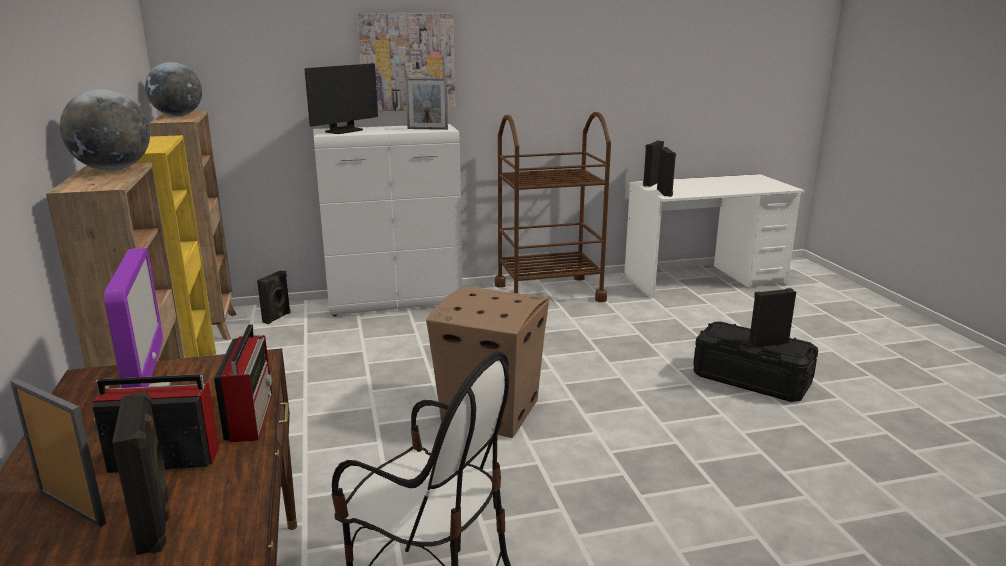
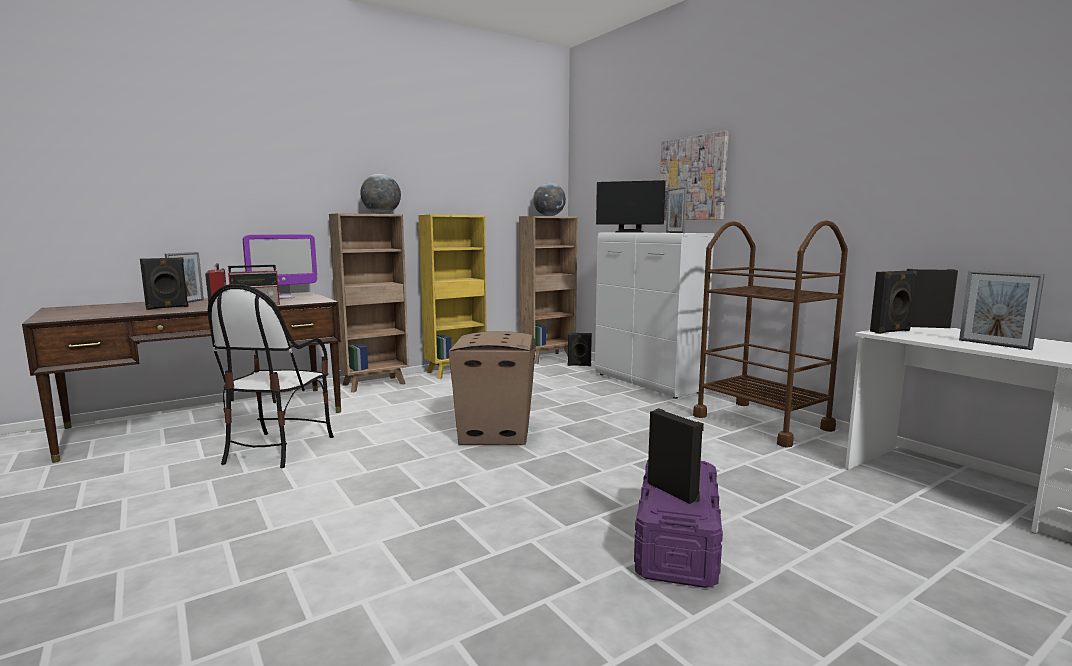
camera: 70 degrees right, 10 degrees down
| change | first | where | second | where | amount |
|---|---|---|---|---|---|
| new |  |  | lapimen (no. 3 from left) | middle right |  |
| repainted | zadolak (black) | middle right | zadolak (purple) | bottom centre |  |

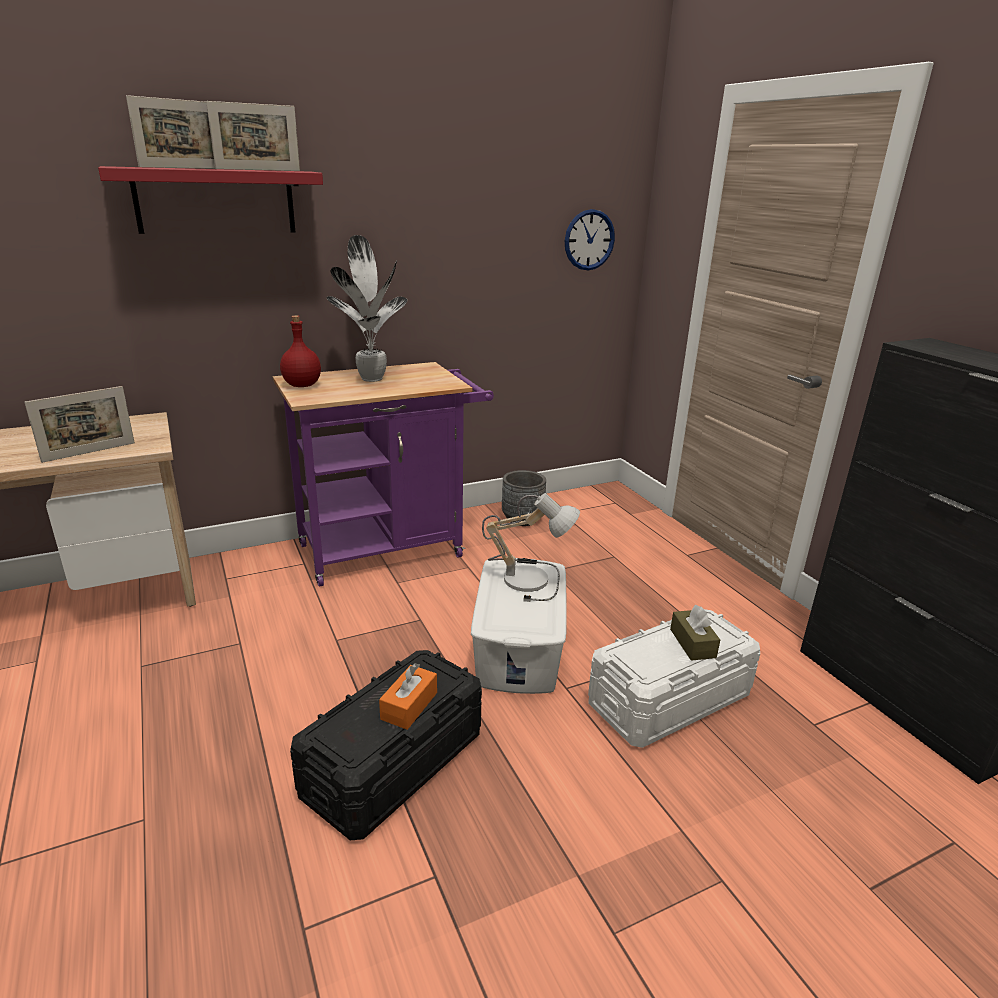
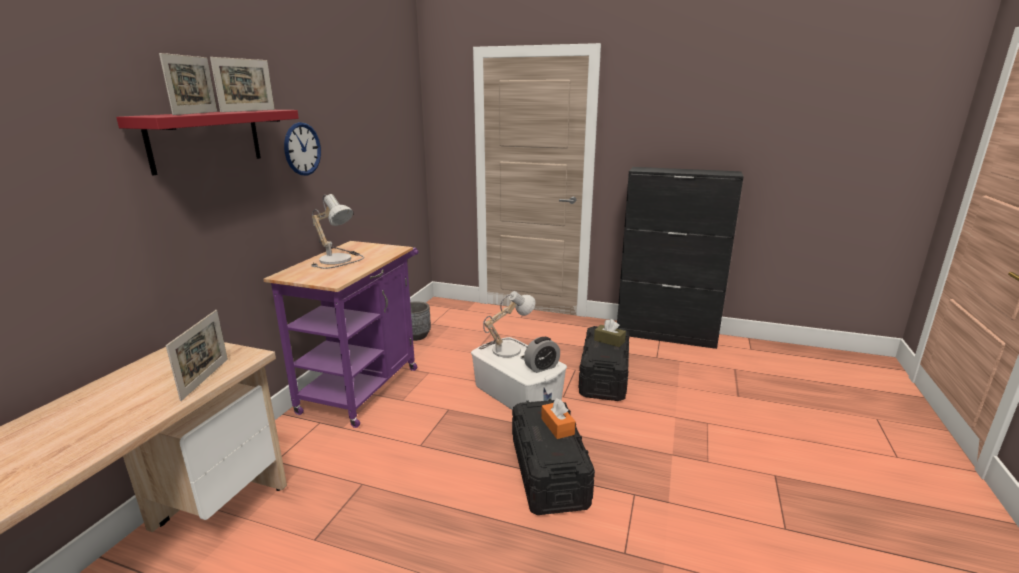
camera: 45 degrees left, 5 degrees down
| change | first | where | second | where | amount |
|---|---|---|---|---|---|
| gone | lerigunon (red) | middle left |  |  |  |
| new |  |  | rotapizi | centre |  |
| shifted | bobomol | top centre |  | top left |  |
| swapped | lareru | top centre | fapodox (no. 1 from left) | middle left |  |
| repainted | zadolak (white) (no. 2 from left) | bottom right | zadolak (black) (no. 2 from left) | centre |  |

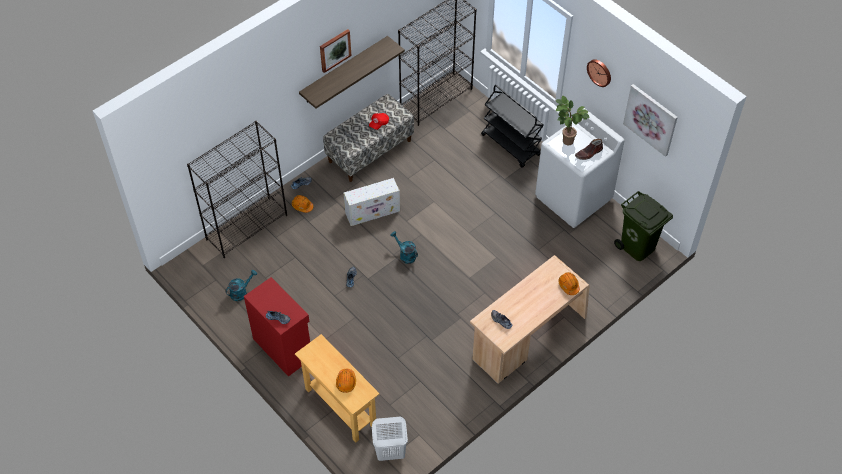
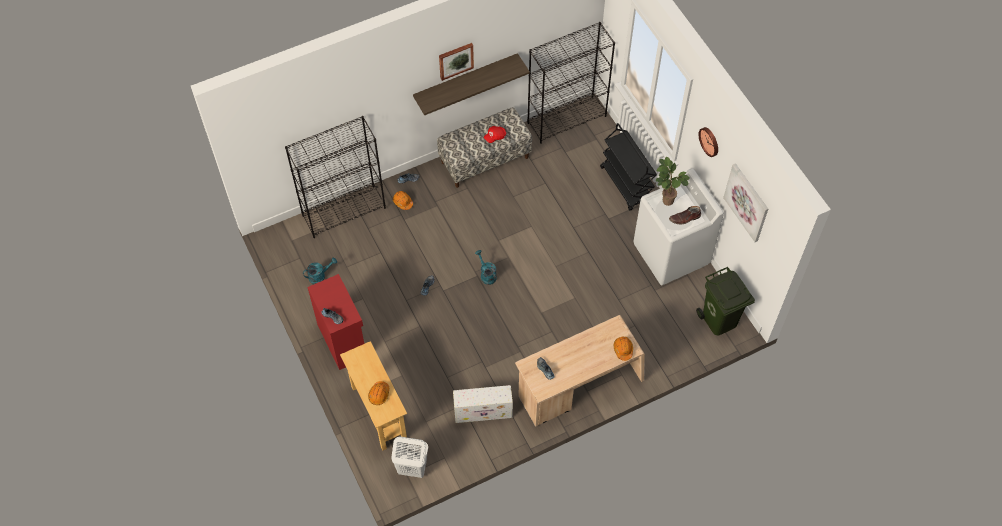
camera: 15 degrees right, 5 degrees up
| change | first | where | second | where | amount |
|---|---|---|---|---|---|
| shifted | zadolak (white) | centre |  | bottom centre |  |

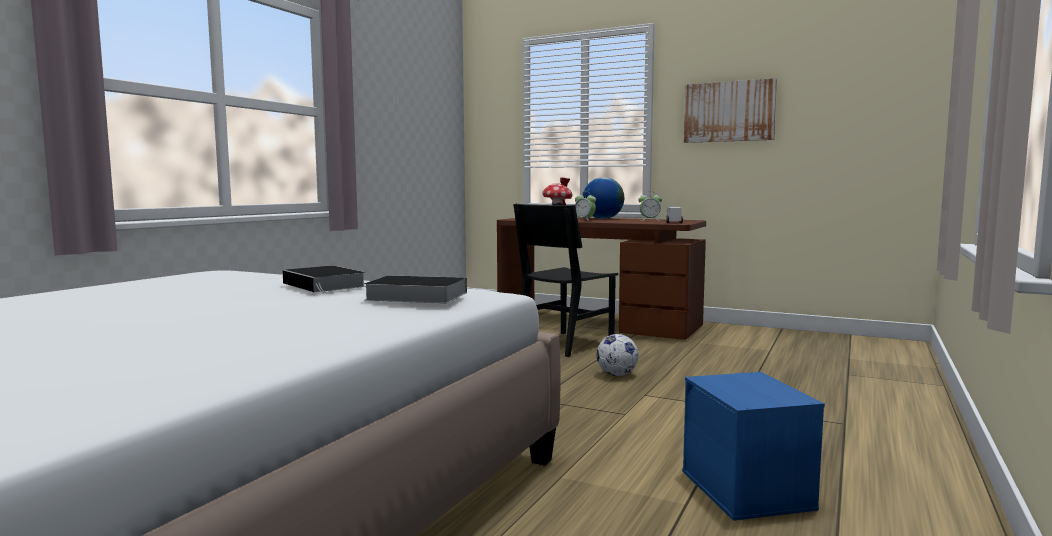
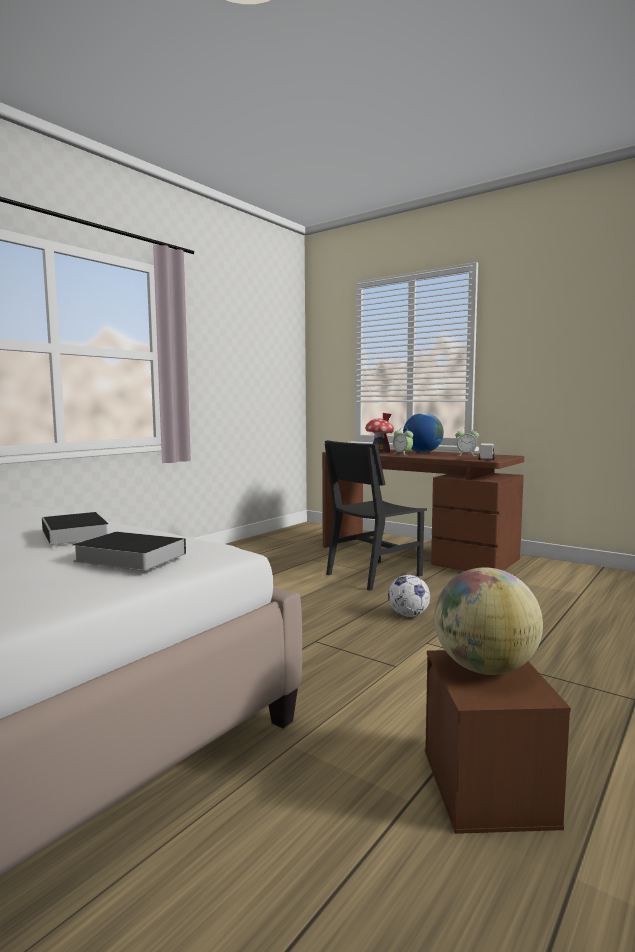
camera: 10 degrees right, 0 degrees up
| change | first | where | second | where | amount |
|---|---|---|---|---|---|
| gone | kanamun | top right |  |  |  |
| new |  |  | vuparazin (no. 2 from left) | middle right |  |
| repainted | zadolak (blue) | bottom right | zadolak (brown) | bottom right |  |

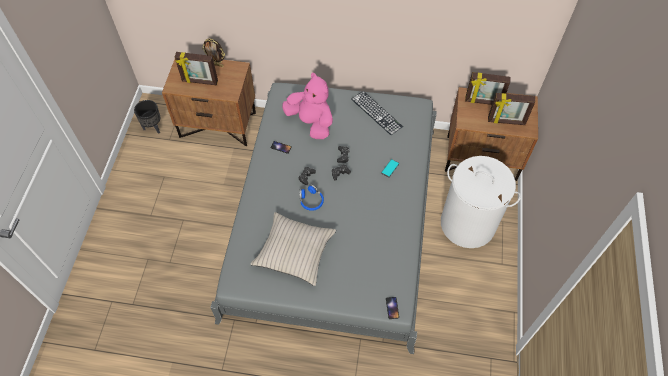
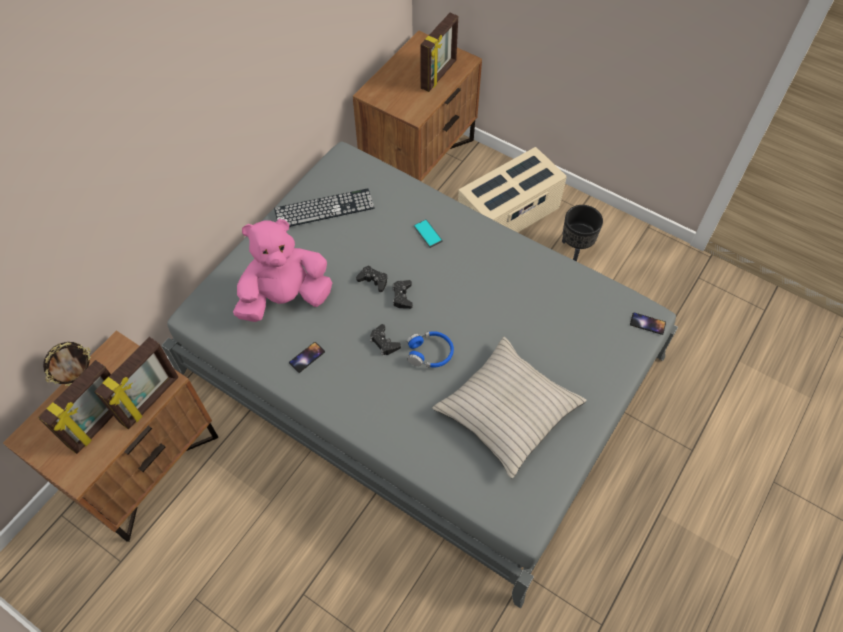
camera: 65 degrees left, 0 degrees up
| change | first | where | second | where | amount |
|---|---|---|---|---|---|
| shifted | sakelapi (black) | top left |  | middle right |  |
| shifted | lapimen (no. 3 from left) | top right |  | middle left |  |
| swapped | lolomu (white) | middle right | zadolak (beige) | top centre |  |

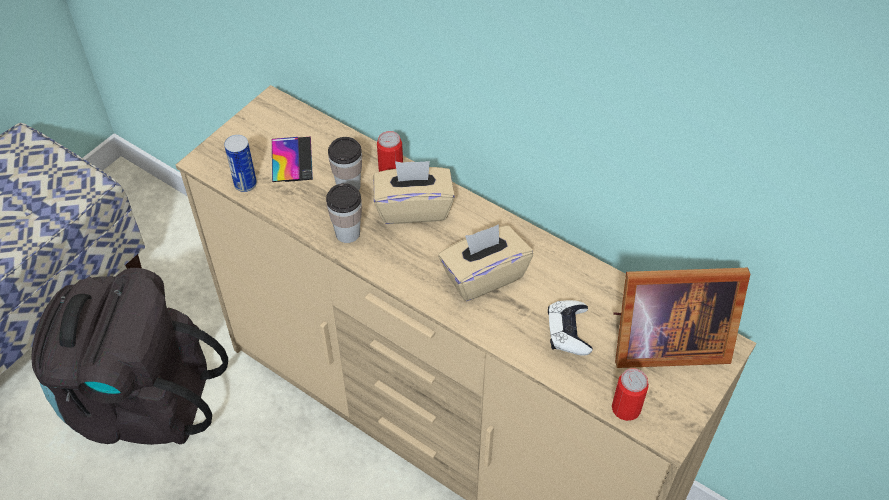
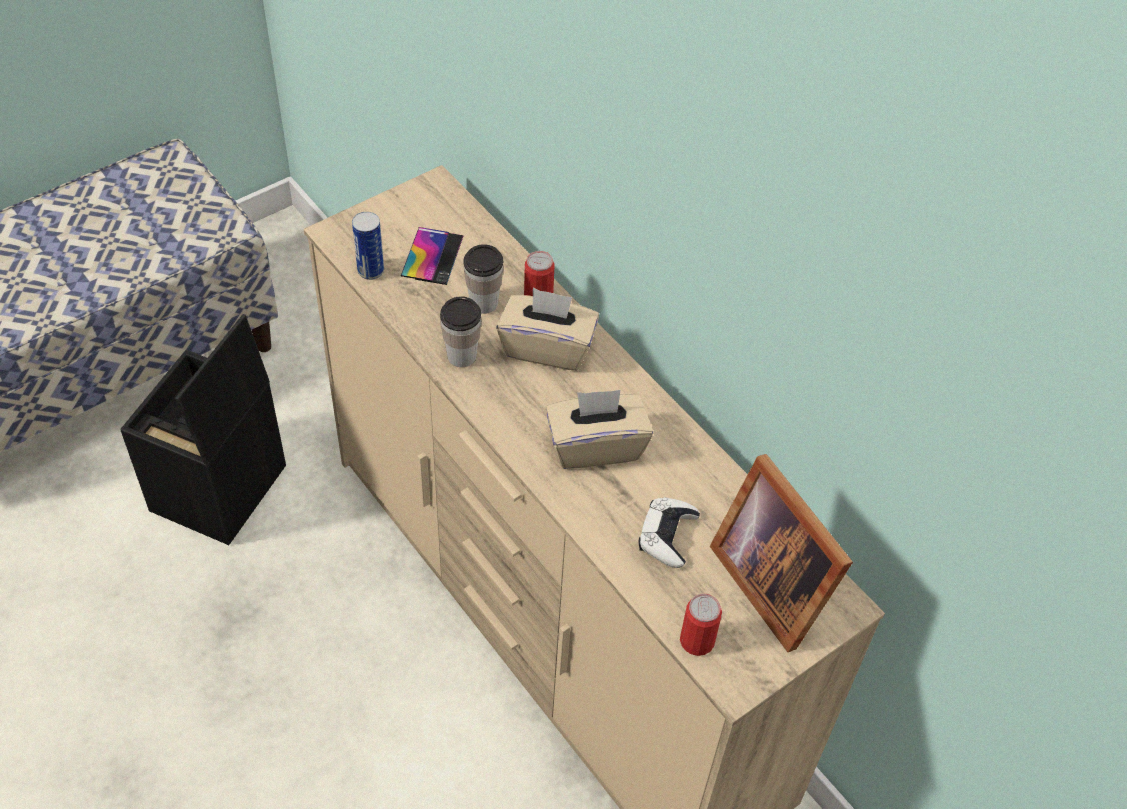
camera: 15 degrees right, 0 degrees up
| change | first | where | second | where | amount |
|---|---|---|---|---|---|
| swapped | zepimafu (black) | bottom left | zadolak (black) | middle left |  |
| rotated | lapimen | middle right |  | bottom right | 45 degrees clockwise |

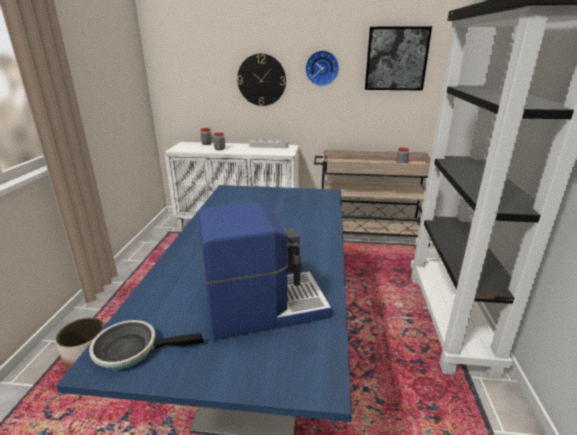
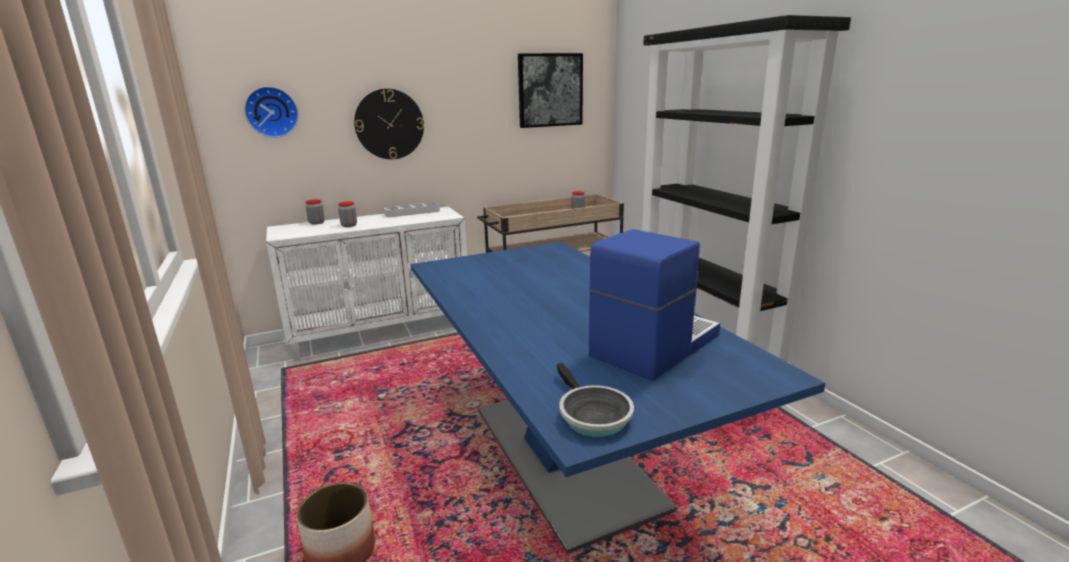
camera: 30 degrees left, 5 degrees down
| change | first | where | second | where | amount |
|---|---|---|---|---|---|
| shifted | bobomol (no. 2 from left in the first image) | top centre | bobomol (no. 1 from left) | top left |  |
| rotated | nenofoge | bottom left |  | bottom centre | 75 degrees counterclockwise |

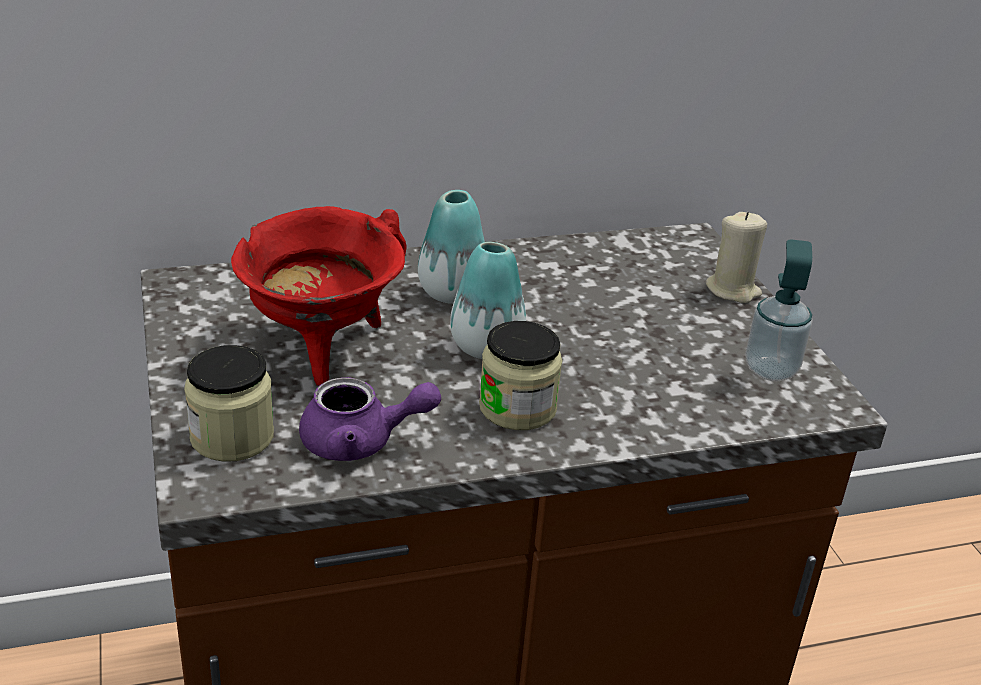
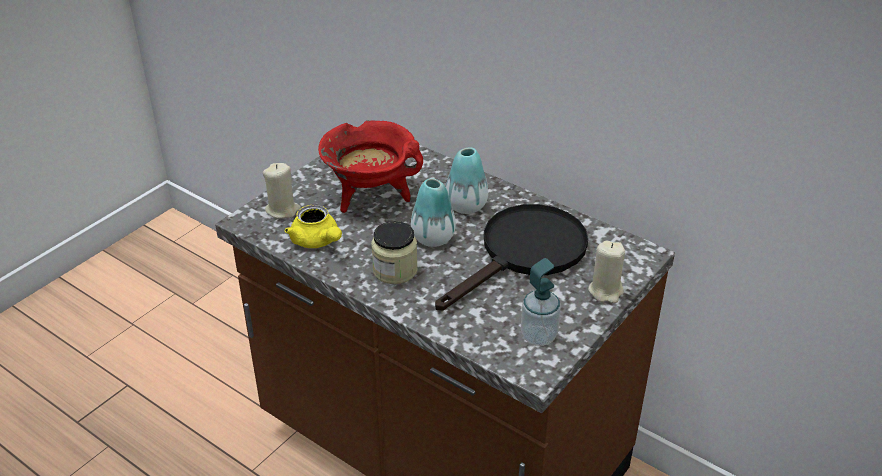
camera: 55 degrees right, 5 degrees up
| change | first | where | second | where | amount |
|---|---|---|---|---|---|
| new |  |  | nenofoge (black) | centre |  |
| swapped | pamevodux (no. 1 from left) | middle left | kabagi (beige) (no. 1 from left) | middle left |  |
| repainted | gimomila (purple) | centre | gimomila (yellow) | centre |  |

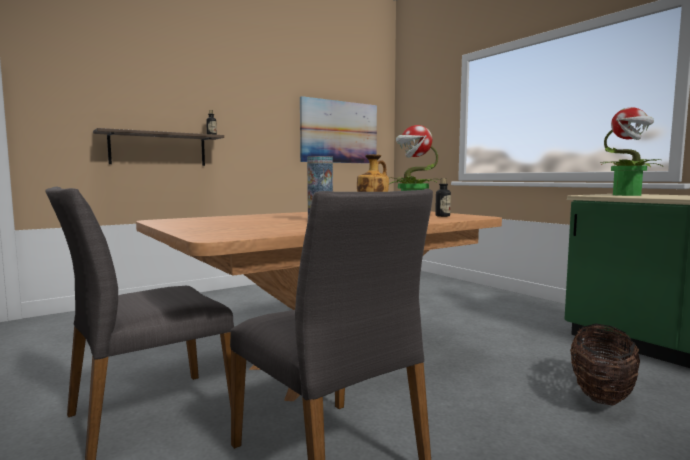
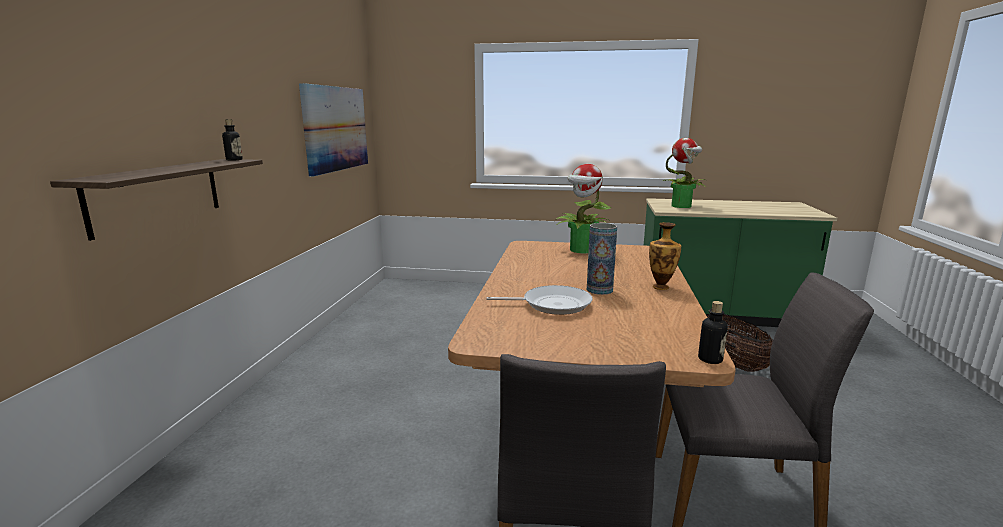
camera: 45 degrees left, 10 degrees up
| change | first | where | second | where | amount |
|---|---|---|---|---|---|
| new |  |  | nenofoge | centre |  |
| shifted | lerigunon (no. 2 from left) | centre |  | middle right |  |

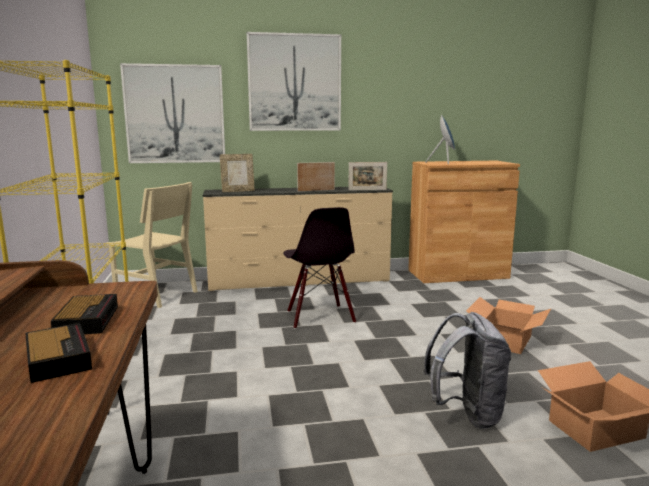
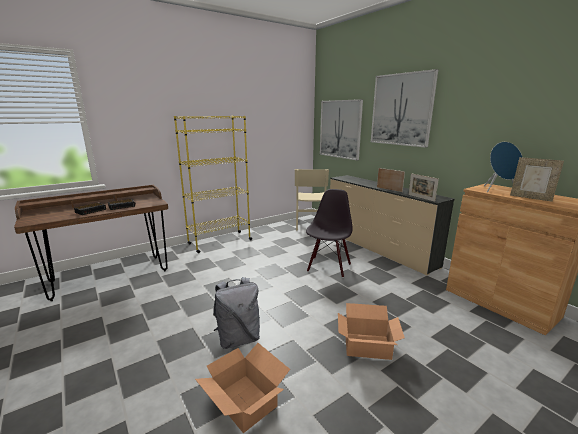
camera: 65 degrees right, 5 degrees up
| change | first | where | second | where | amount |
|---|---|---|---|---|---|
| shifted | lapimen (no. 1 from left in the first image) | centre | lapimen (no. 3 from left) | middle right |  |
| rotated | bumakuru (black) | centre |  | centre | 150 degrees clockwise |

